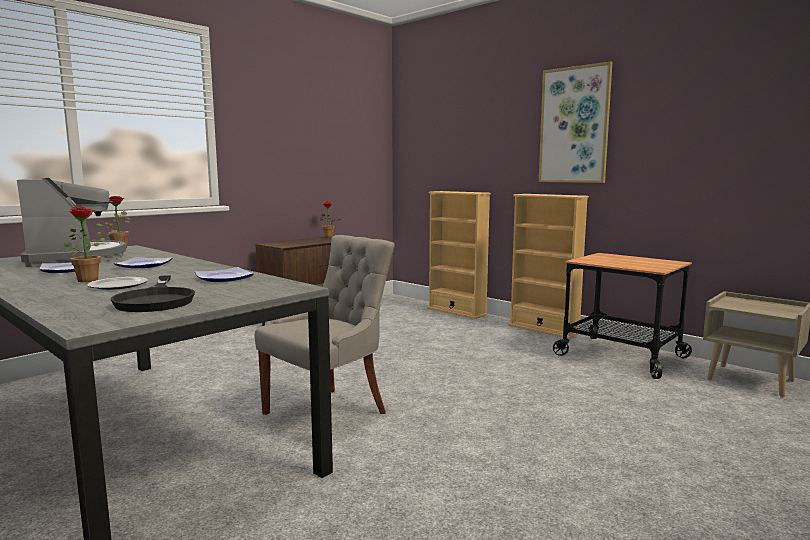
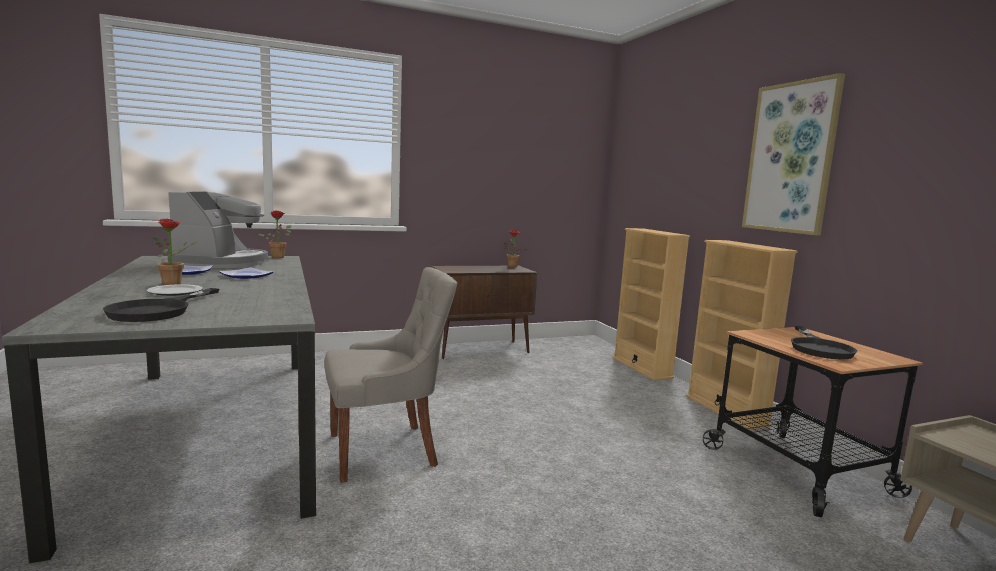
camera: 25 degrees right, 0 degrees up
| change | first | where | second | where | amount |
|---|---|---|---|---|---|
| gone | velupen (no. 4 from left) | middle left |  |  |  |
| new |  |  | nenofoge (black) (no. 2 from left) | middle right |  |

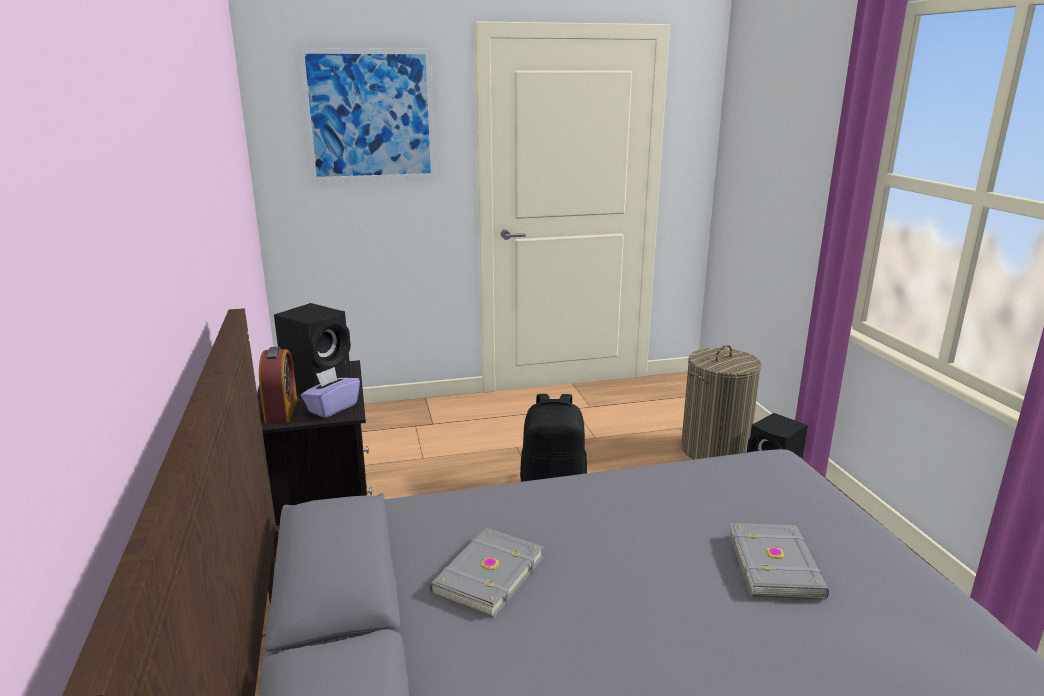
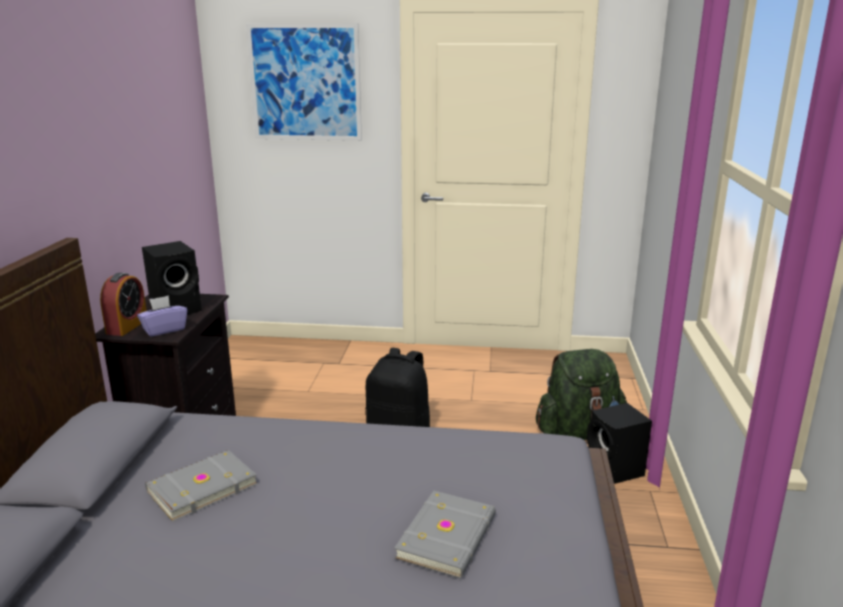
camera: 20 degrees right, 0 degrees up
| change | first | where | second | where | amount |
|---|---|---|---|---|---|
| swapped | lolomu | middle right | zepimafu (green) | middle right |  |

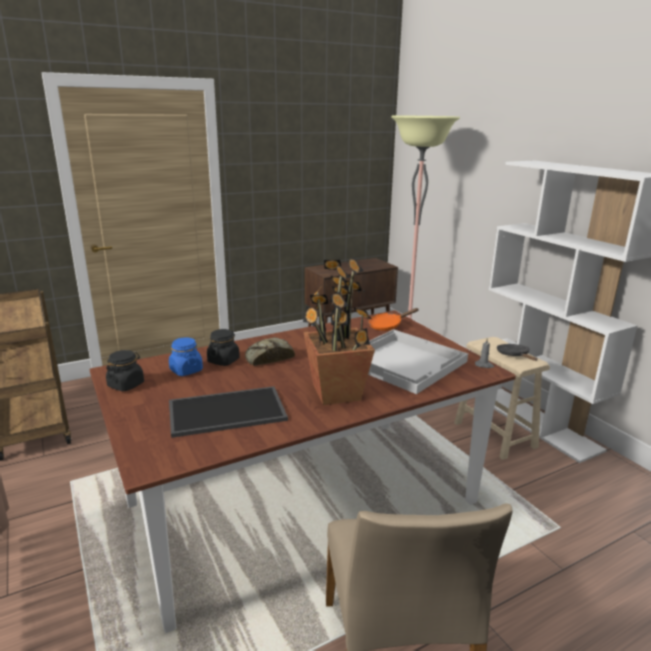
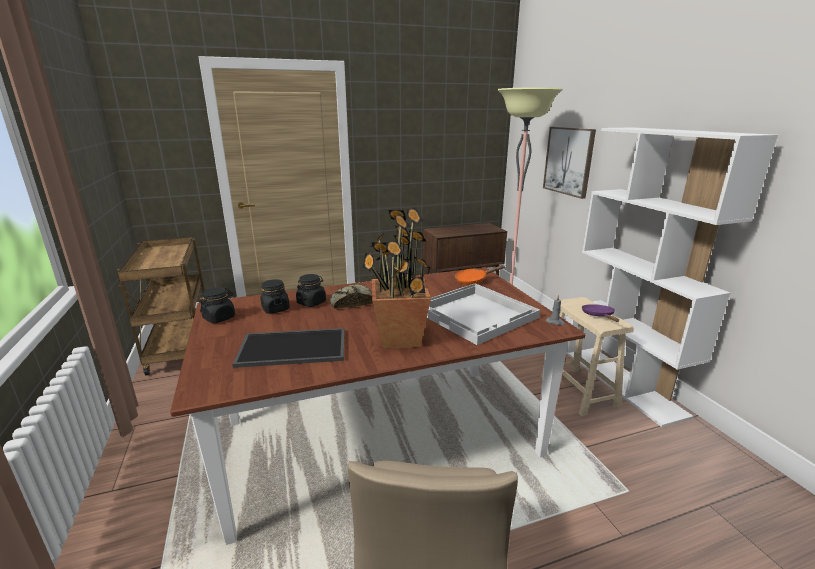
camera: 10 degrees right, 0 degrees up
| change | first | where | second | where | amount |
|---|---|---|---|---|---|
| new |  |  | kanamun | top right |  |
| repainted | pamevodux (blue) | middle left | pamevodux (black) (no. 2 from left) | centre |  |
| repainted | nenofoge (black) | middle right | nenofoge (purple) | middle right |  |

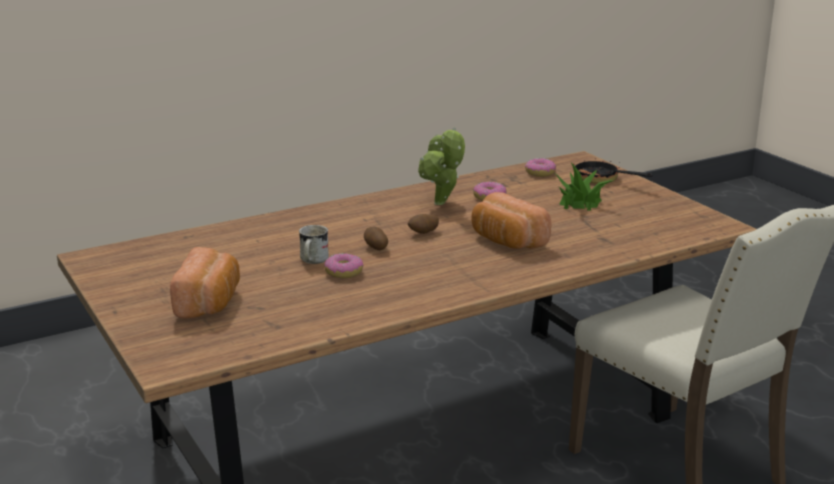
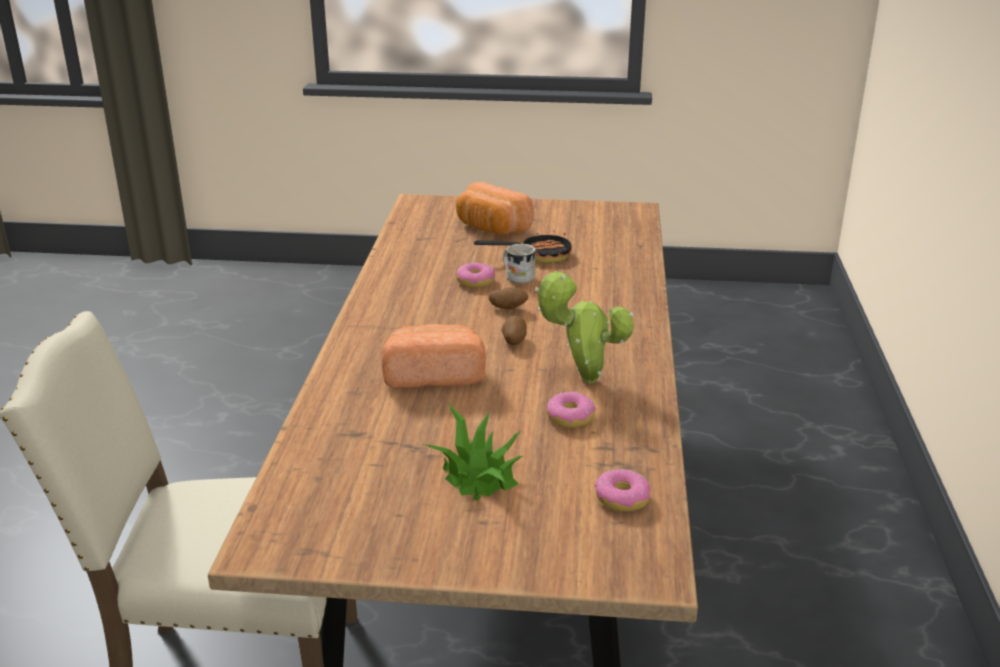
camera: 125 degrees right, 5 degrees up
| change | first | where | second | where | amount |
|---|---|---|---|---|---|
| shifted | nenofoge | middle right |  | centre |  |

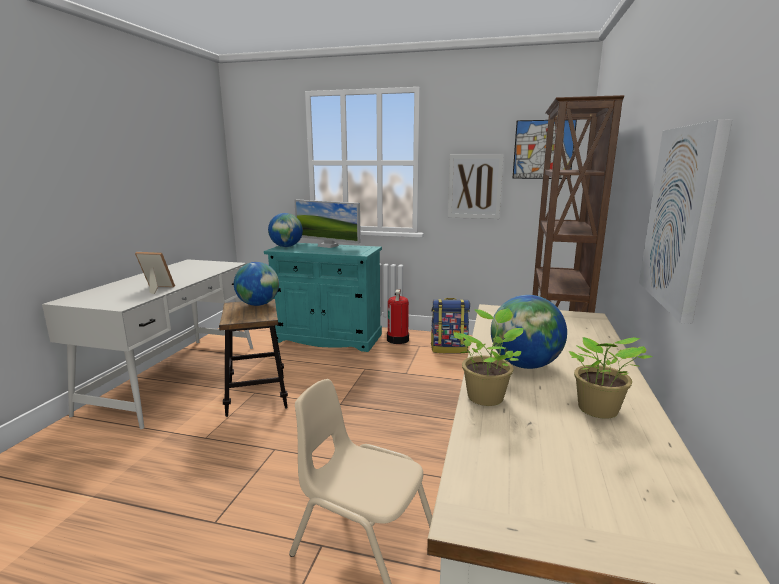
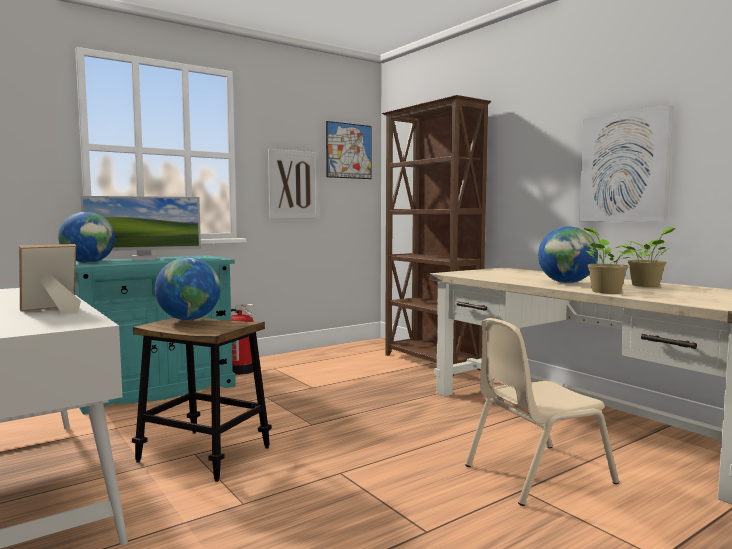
camera: 50 degrees left, 10 degrees down
| change | first | where | second | where | amount |
|---|---|---|---|---|---|
| gone | zepimafu | centre |  |  |  |

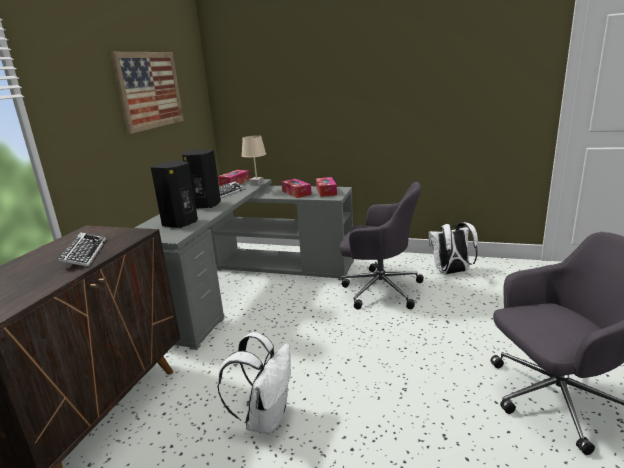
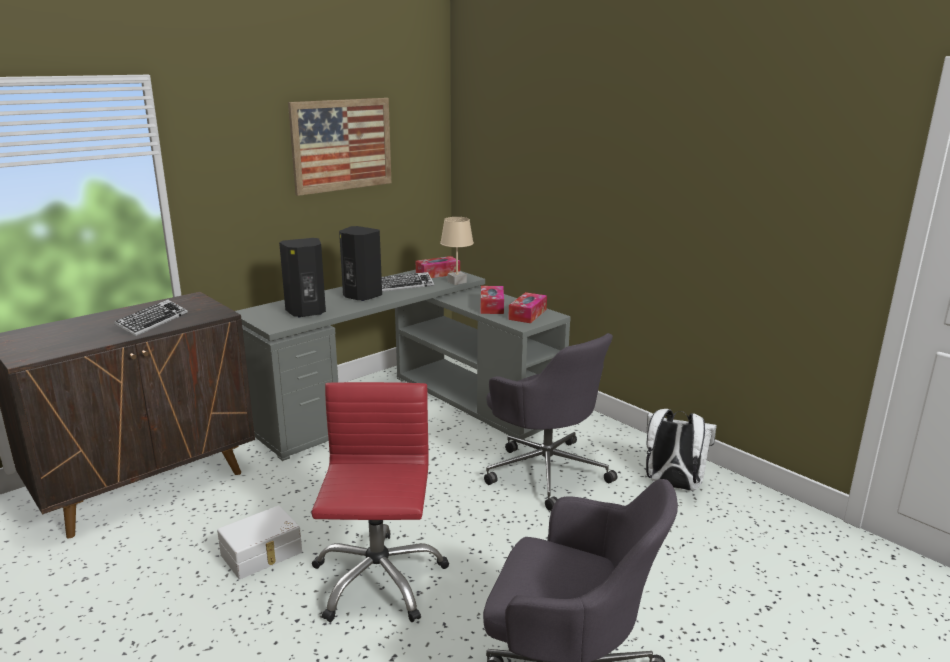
camera: 30 degrees right, 0 degrees up
| change | first | where | second | where | amount |
|---|---|---|---|---|---|
| new |  |  | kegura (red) | bottom centre |  |
| swapped | zepimafu (white) (no. 1 from left) | bottom centre | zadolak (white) | bottom left |  |

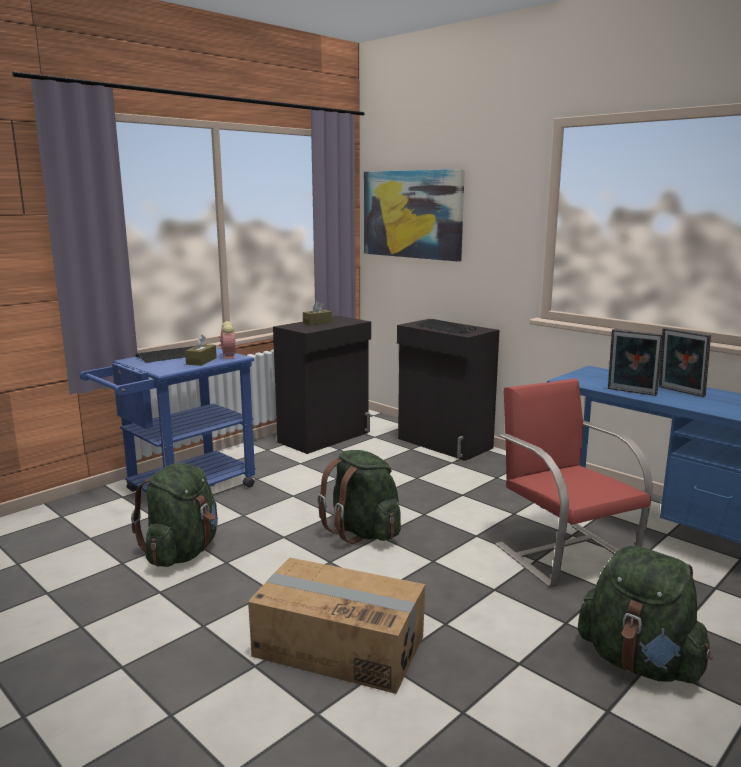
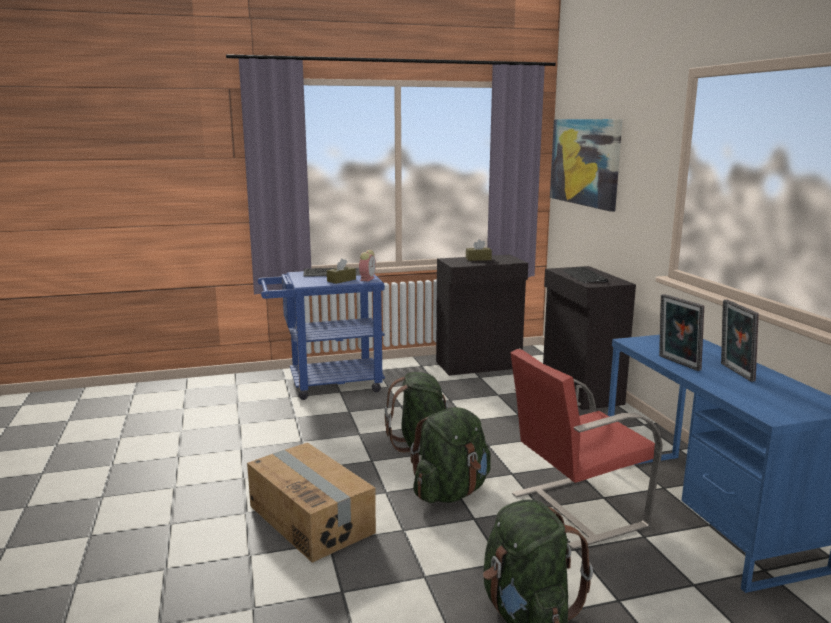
camera: 30 degrees right, 0 degrees up
| change | first | where | second | where | amount |
|---|---|---|---|---|---|
| shifted | zepimafu (green) (no. 1 from left in the first image) | bottom left | zepimafu (green) (no. 2 from left) | bottom centre |  |
| rotated | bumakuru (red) | middle right |  | bottom right | 120 degrees counterclockwise |

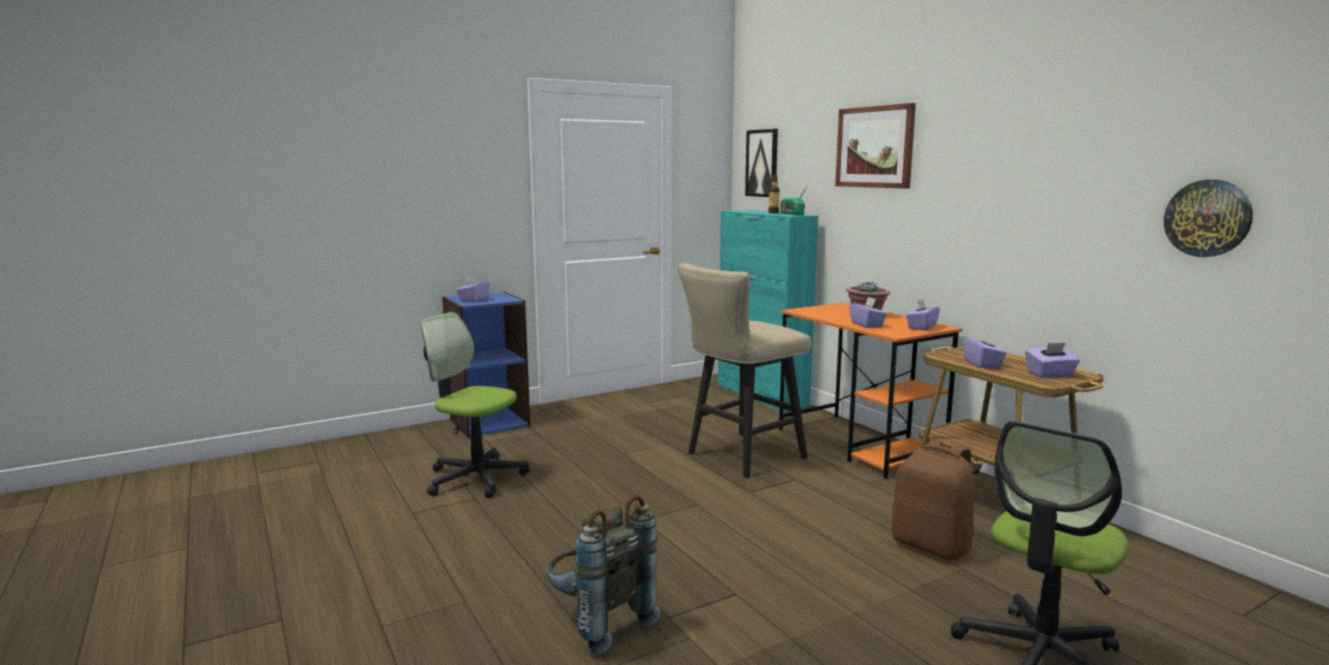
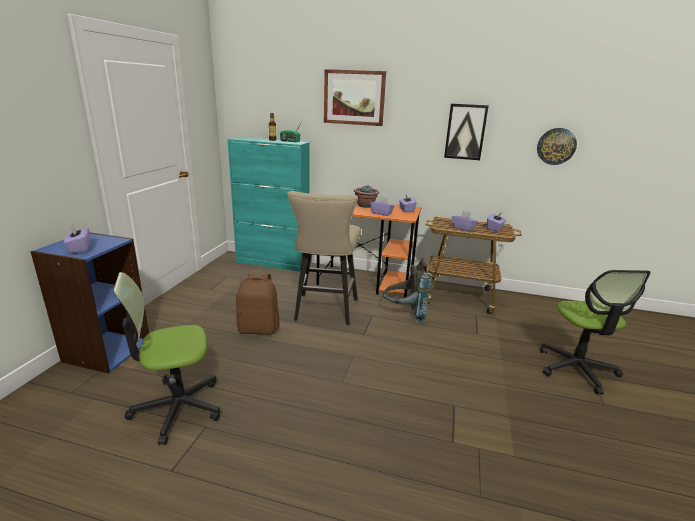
camera: 45 degrees left, 10 degrees up
| change | first | where | second | where | amount |
|---|---|---|---|---|---|
| shifted | zepimafu (grey) | bottom centre |  | centre |  |
| shifted | kanamun (no. 1 from left in the first image) | top centre | kanamun (no. 2 from left) | top right |  |
| shifted | zepimafu (brown) | bottom right |  | centre |  |

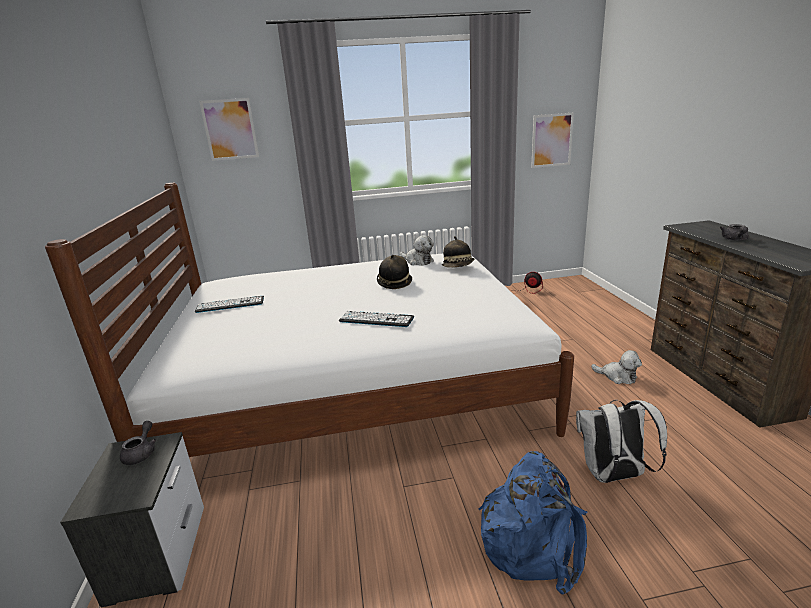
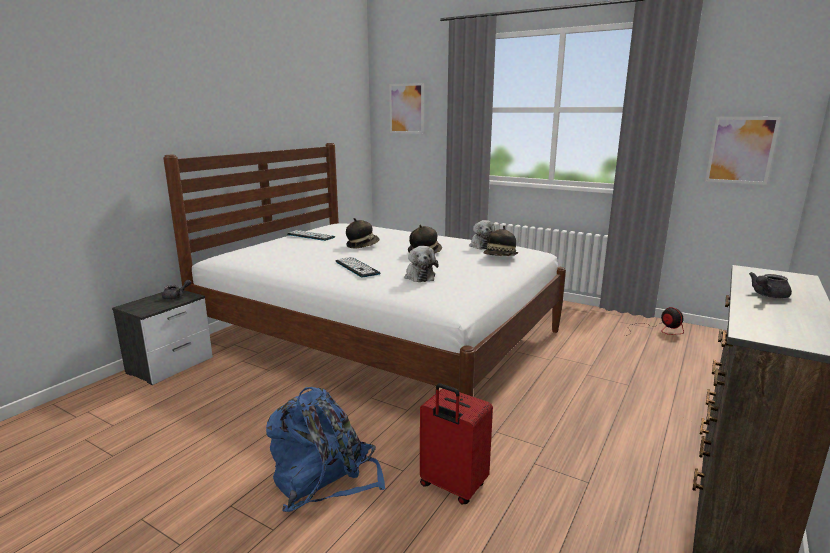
camera: 40 degrees right, 5 degrees down
| change | first | where | second | where | amount |
|---|---|---|---|---|---|
| new |  |  | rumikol (no. 1 from left) | centre |  |
| shifted | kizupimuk (no. 2 from left in the first image) | middle right | kizupimuk (no. 1 from left) | centre |  |
| swapped | zepimafu (white) | bottom right | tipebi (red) | bottom centre |  |

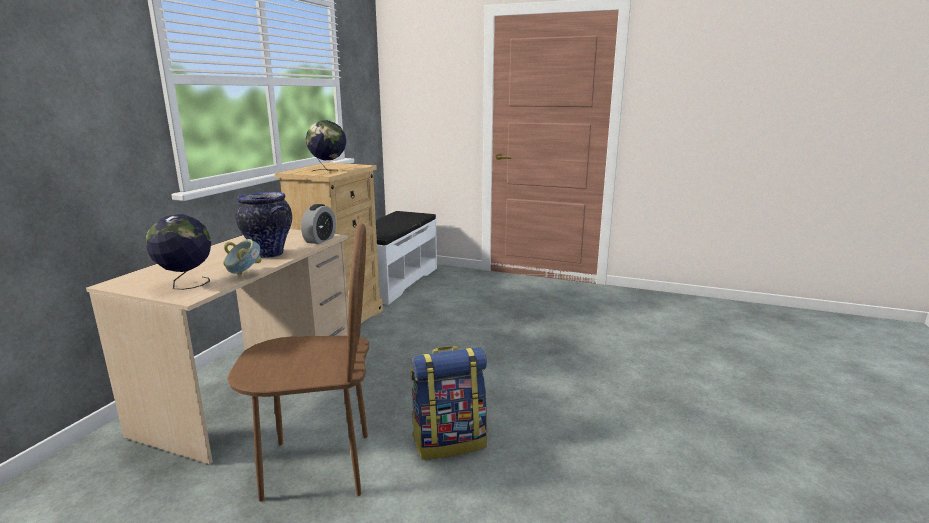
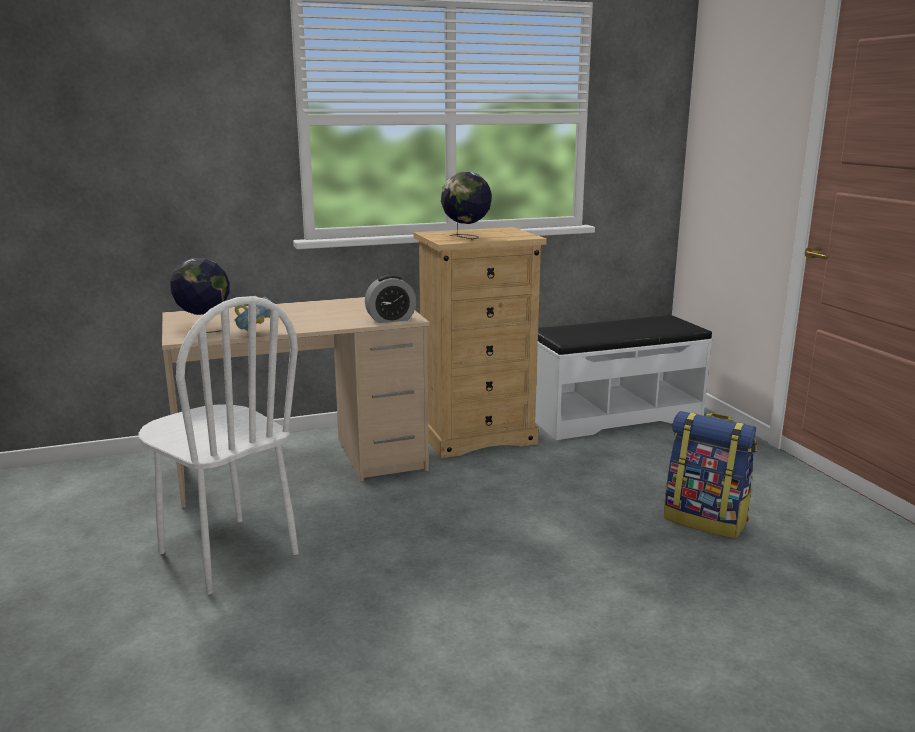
camera: 50 degrees right, 0 degrees up
| change | first | where | second | where | amount |
|---|---|---|---|---|---|
| gone | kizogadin | middle left |  |  |  |
| shifted | zepimafu | bottom centre |  | middle right |  |
| repainted | bumakuru (brown) | bottom left | bumakuru (white) | middle left |  |

